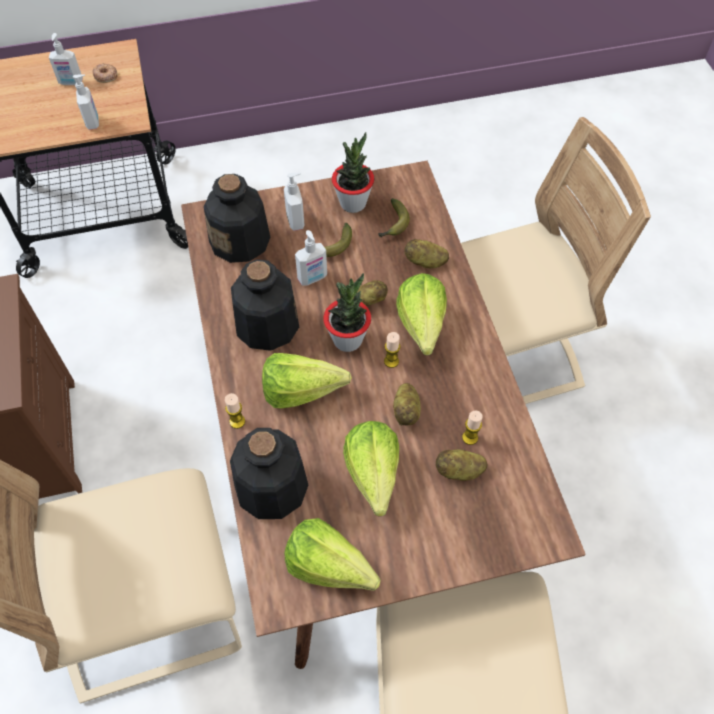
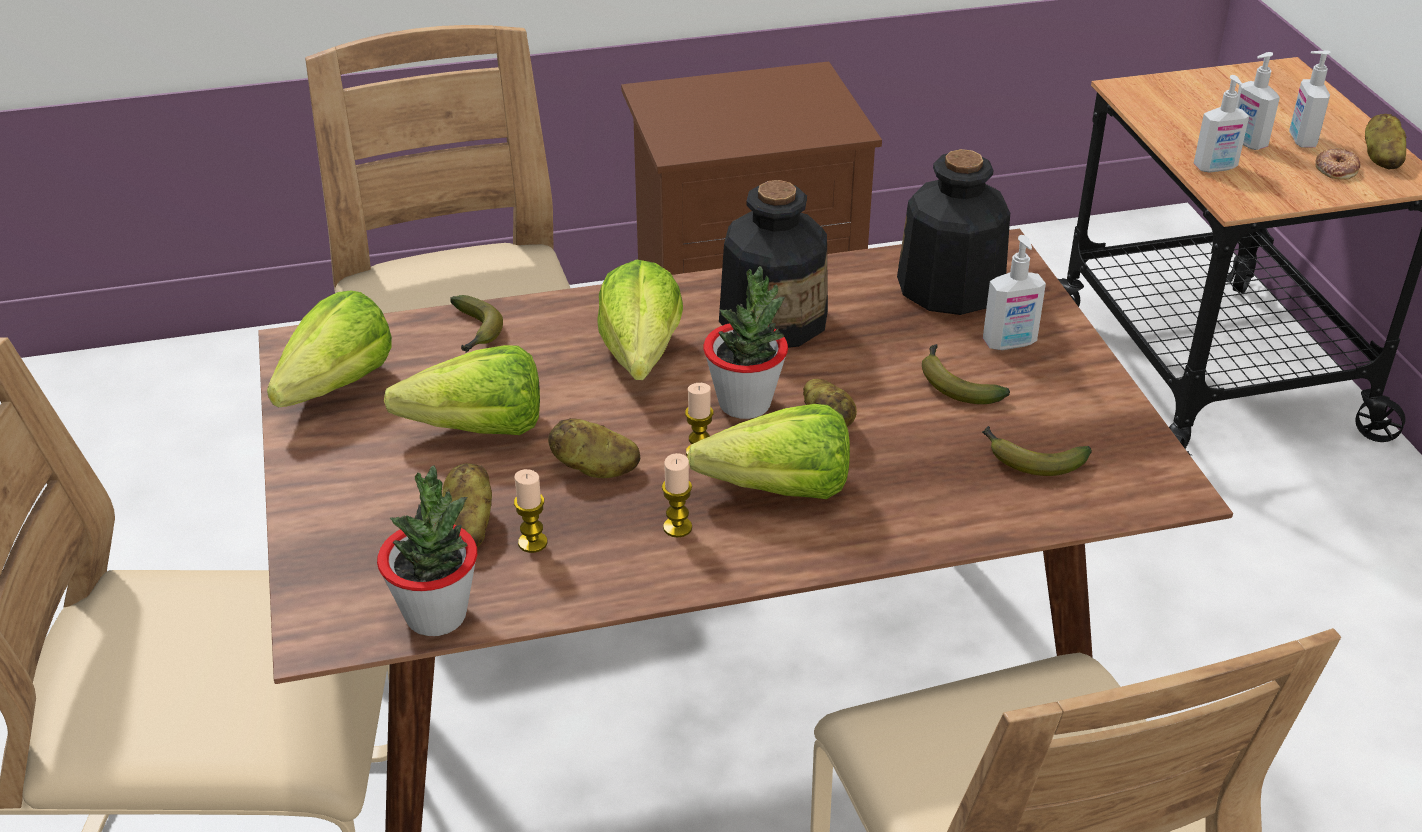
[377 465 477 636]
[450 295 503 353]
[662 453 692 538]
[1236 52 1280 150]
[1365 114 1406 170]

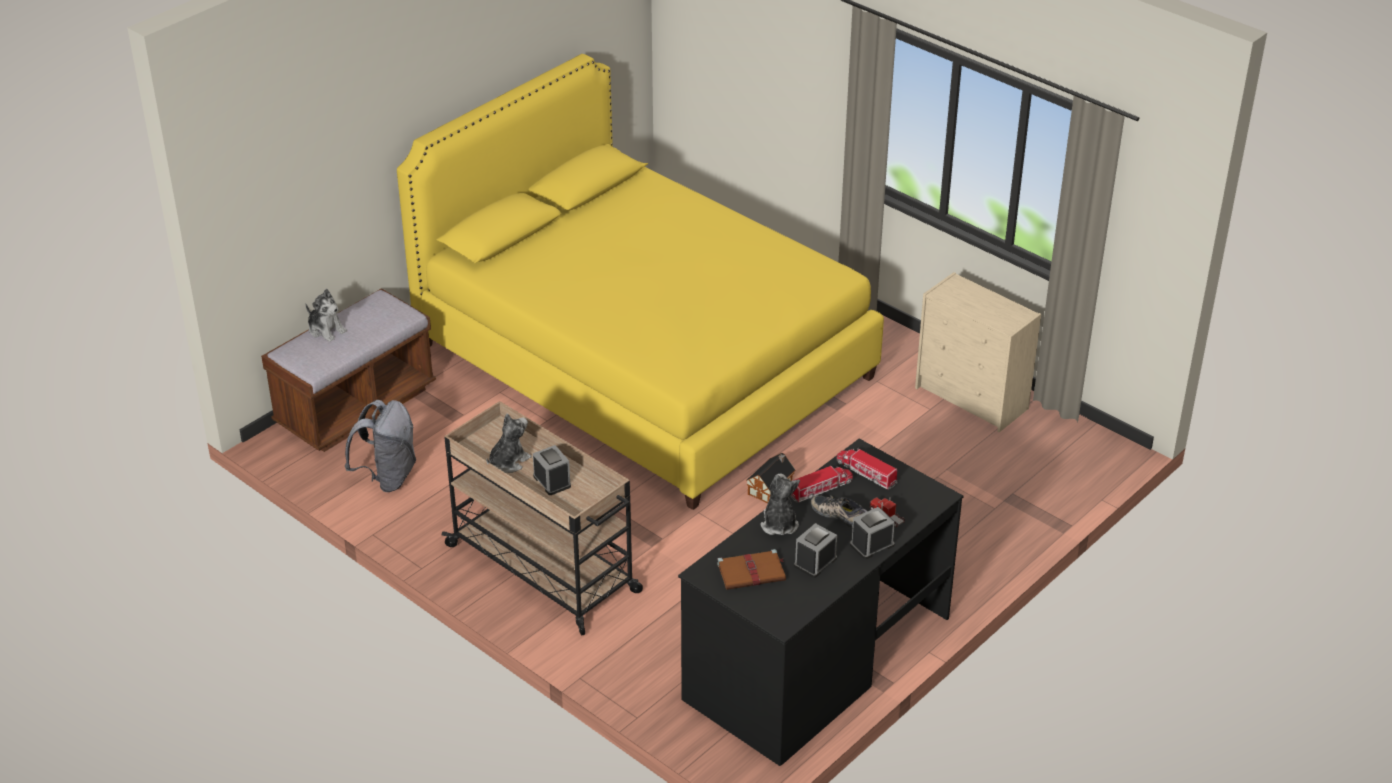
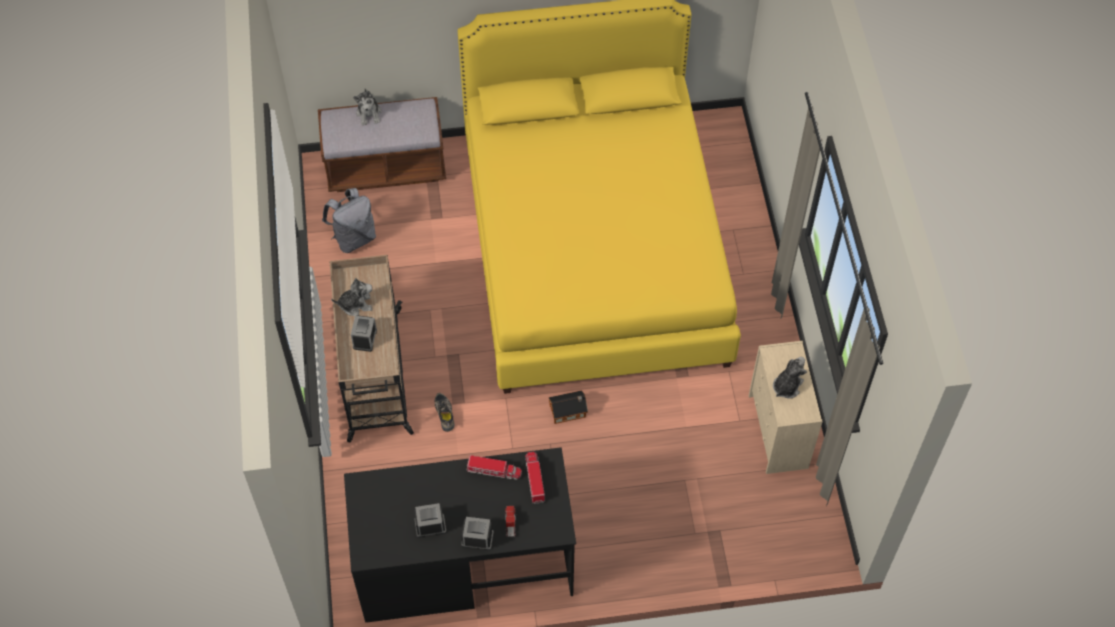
[435 393 454 432]
[773 357 807 399]
[717 549 786 590] (first image)

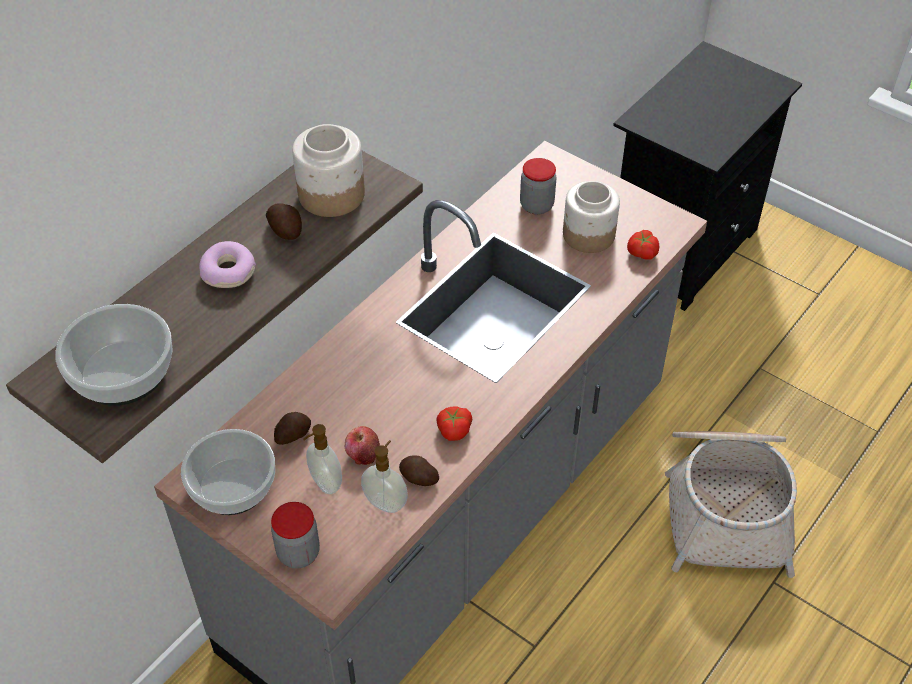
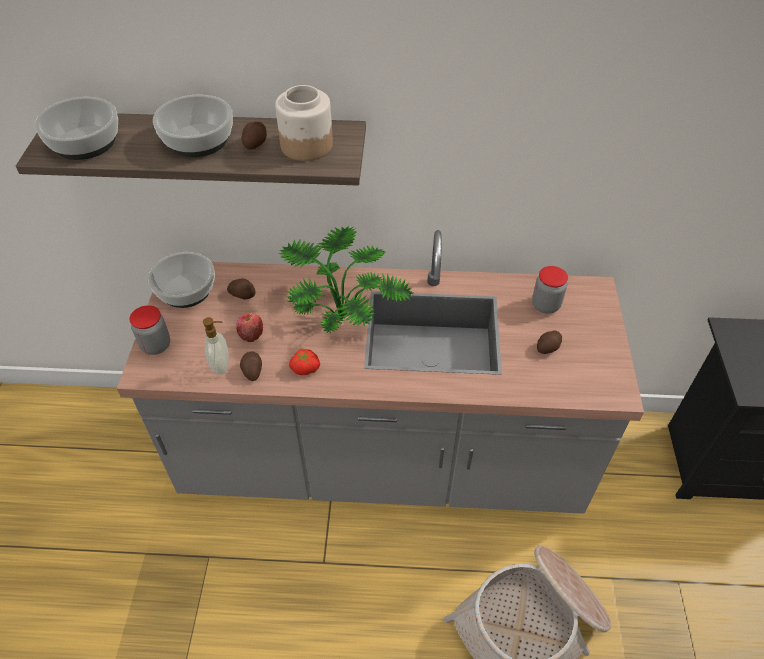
[153 95 233 157]
[279 226 413 334]
[537 330 562 354]
[303 424 342 494] (first image)
[627 230 659 260] (first image)

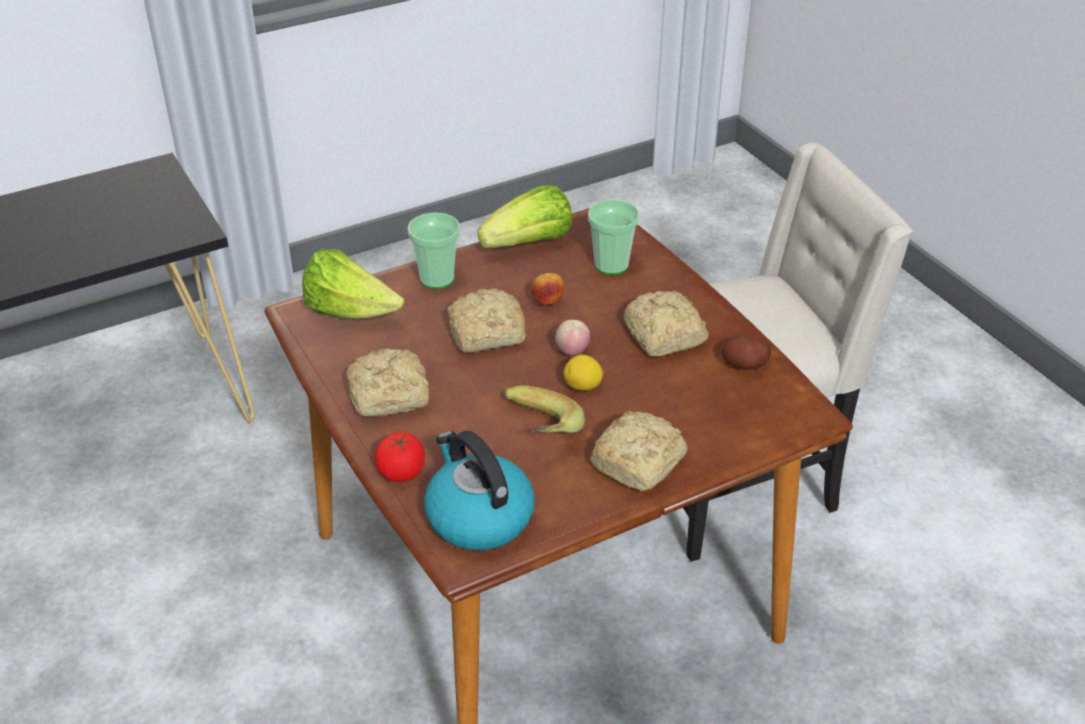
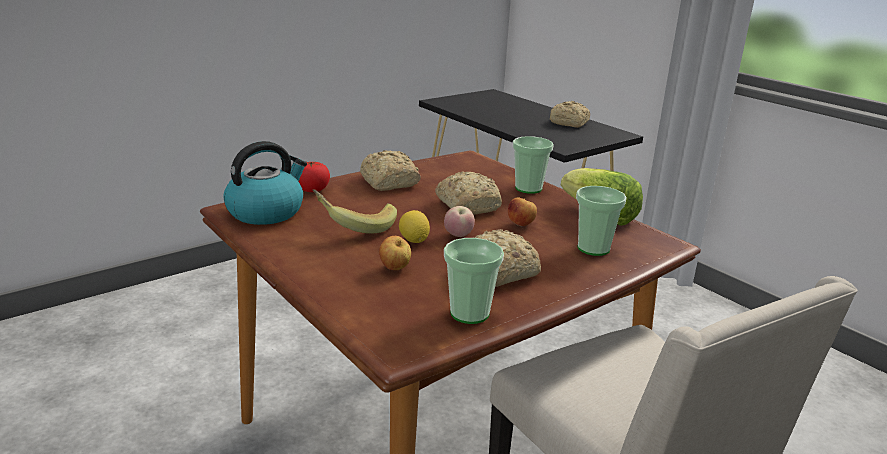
[379 236 411 270]
[444 238 504 324]
[550 101 590 128]
[302 249 404 319] (first image)

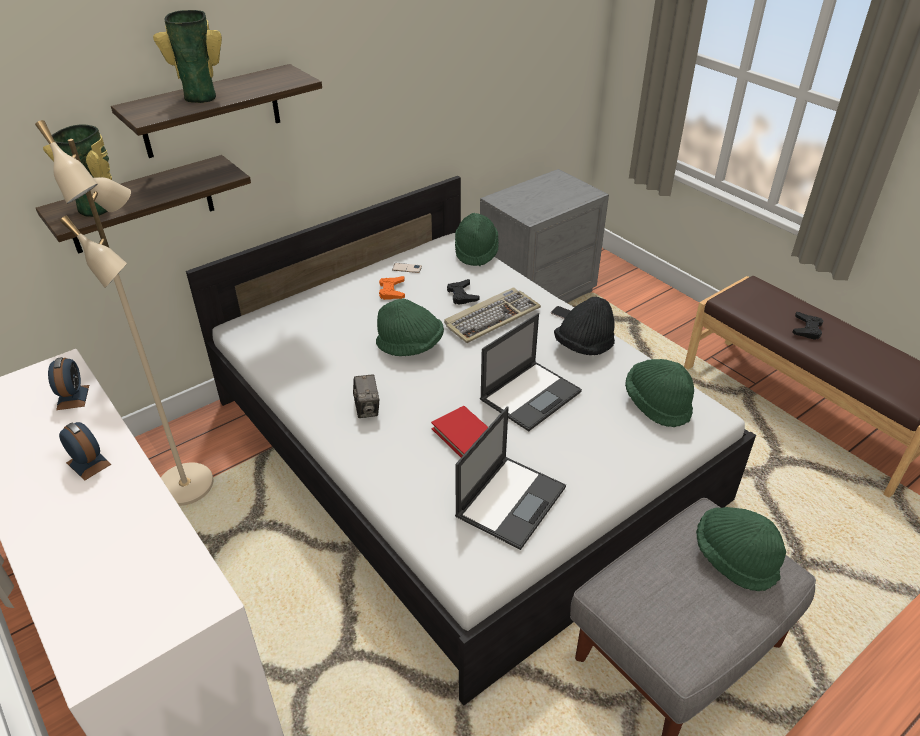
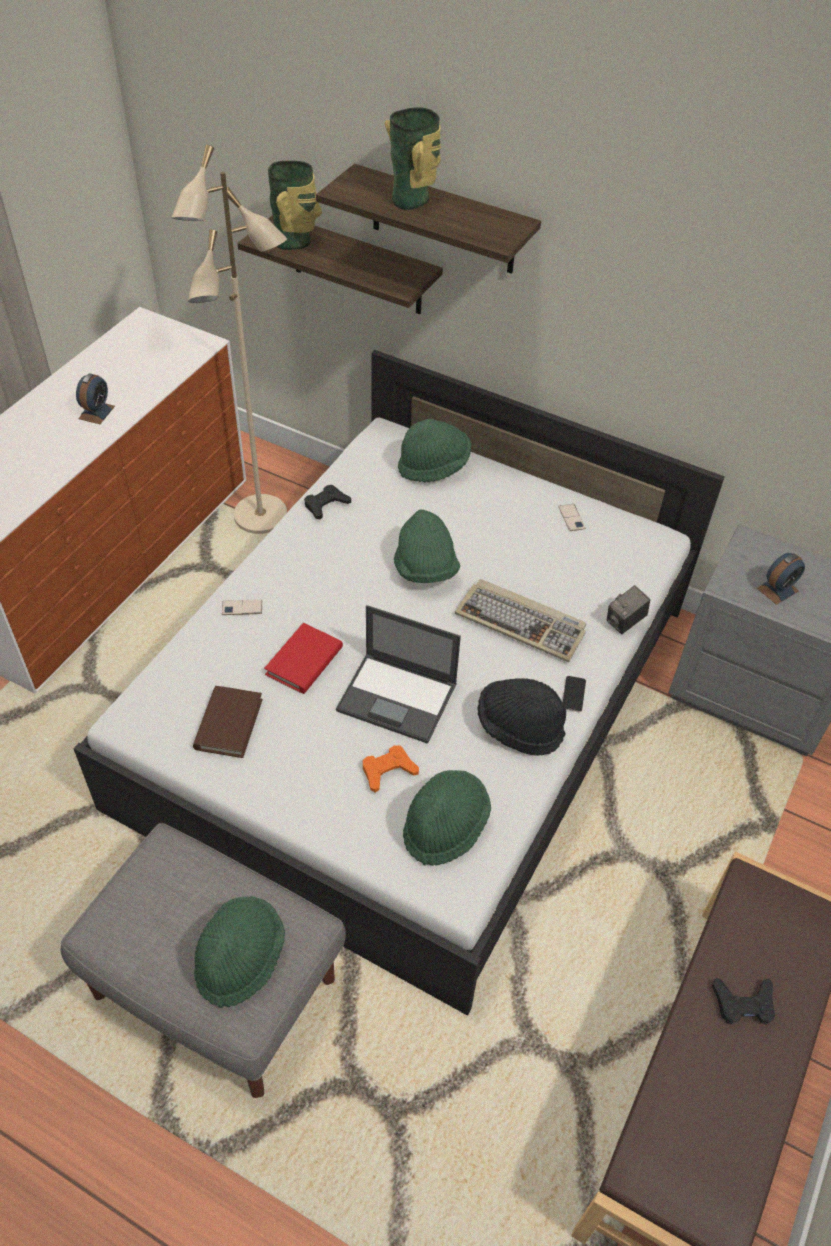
[193 686 263 758]
[222 599 262 615]
[304 485 351 520]
[363 745 419 793]
[398 419 471 482]
[607 585 650 634]
[757 553 805 605]

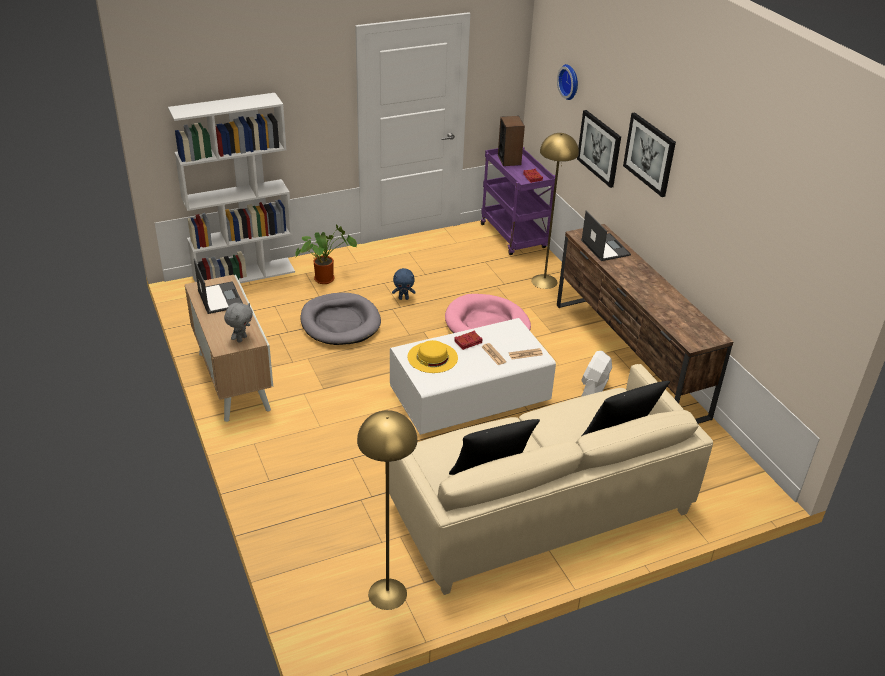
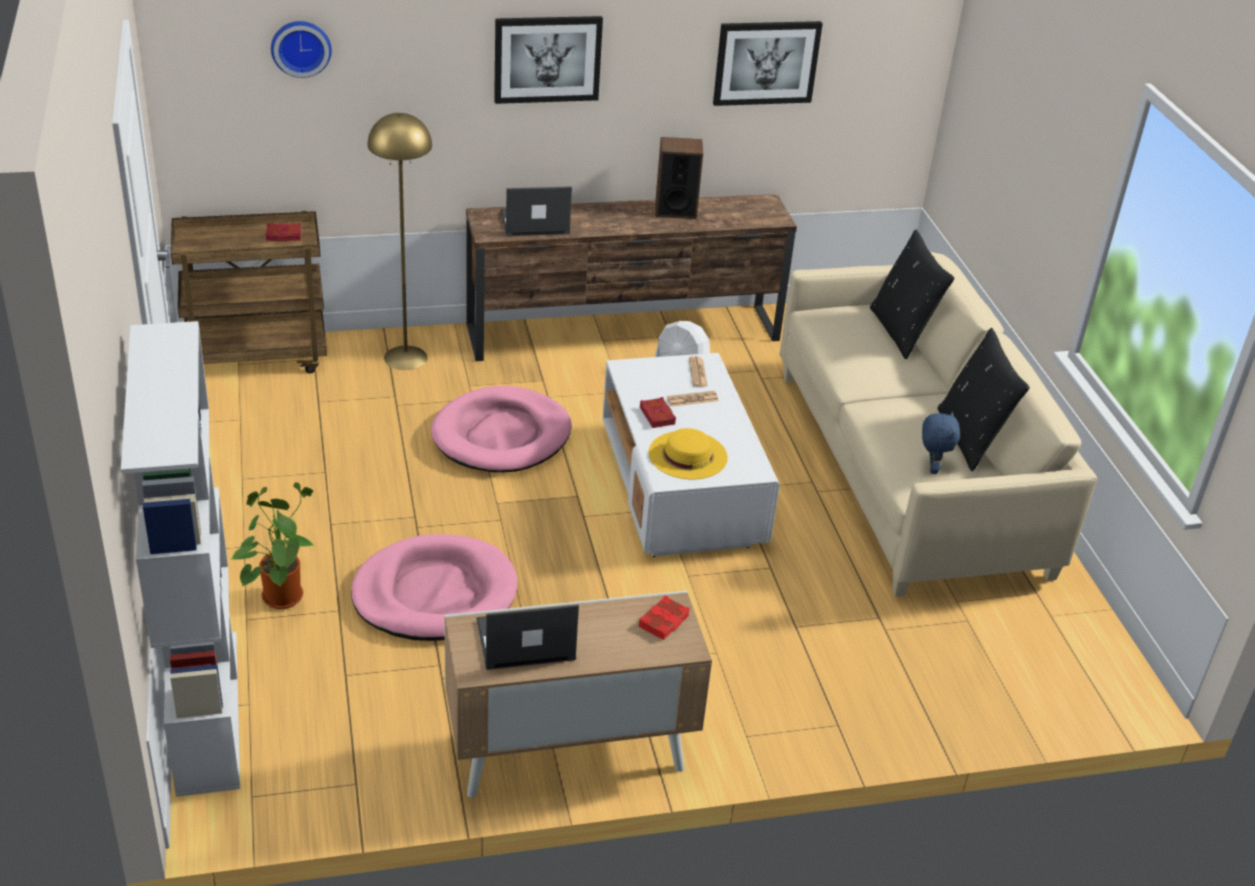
[171 211 327 374]
[351 534 518 641]
[639 595 690 640]
[655 137 703 219]
[713 21 823 106]
[922 411 960 474]
[357 410 417 610] (first image)

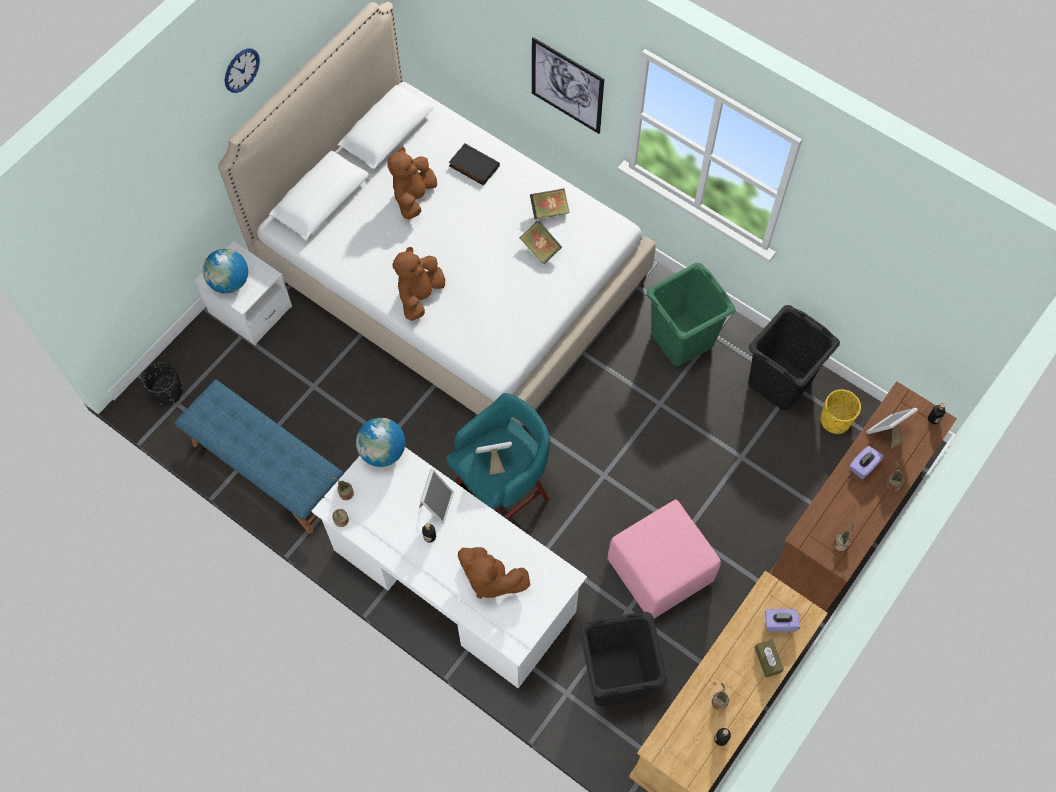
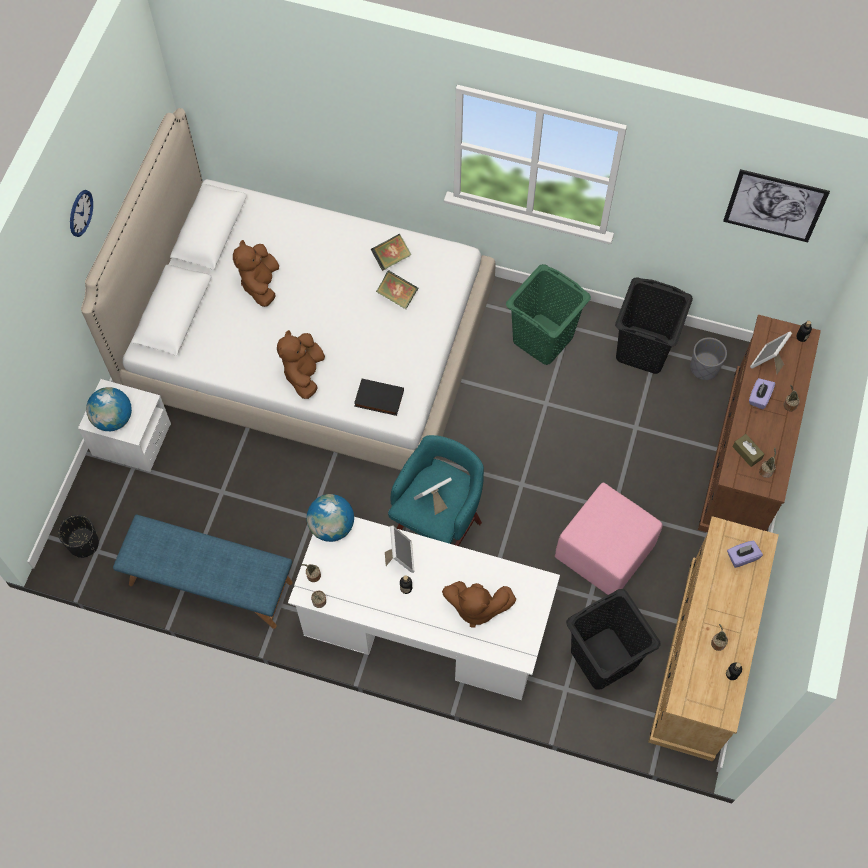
[354 379 404 416]
[690 338 727 380]
[723 169 830 242]
[733 434 764 467]

